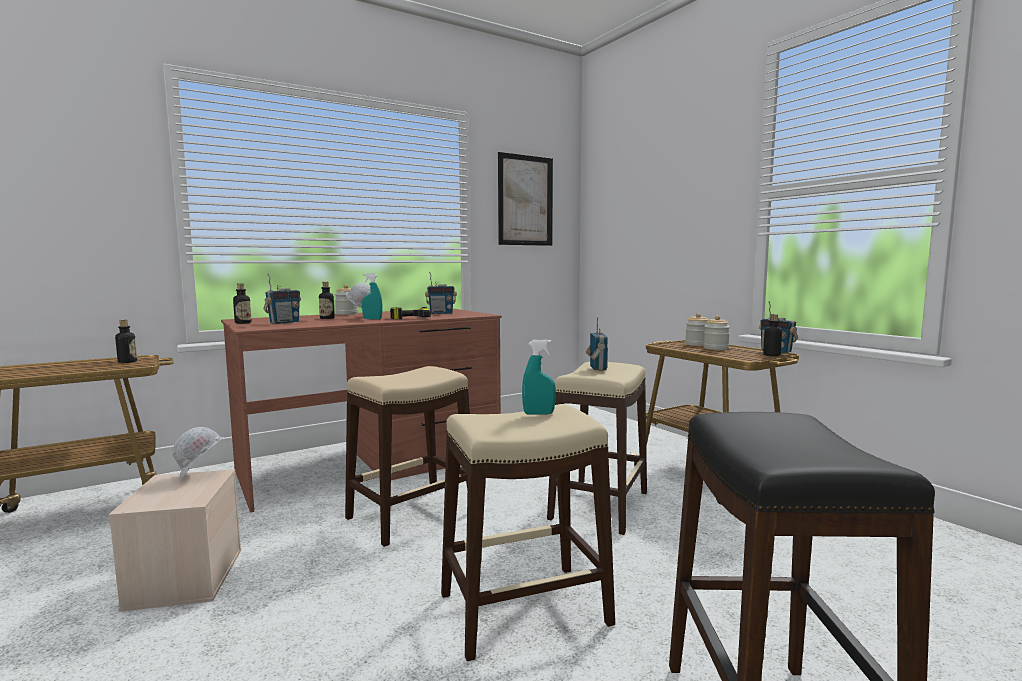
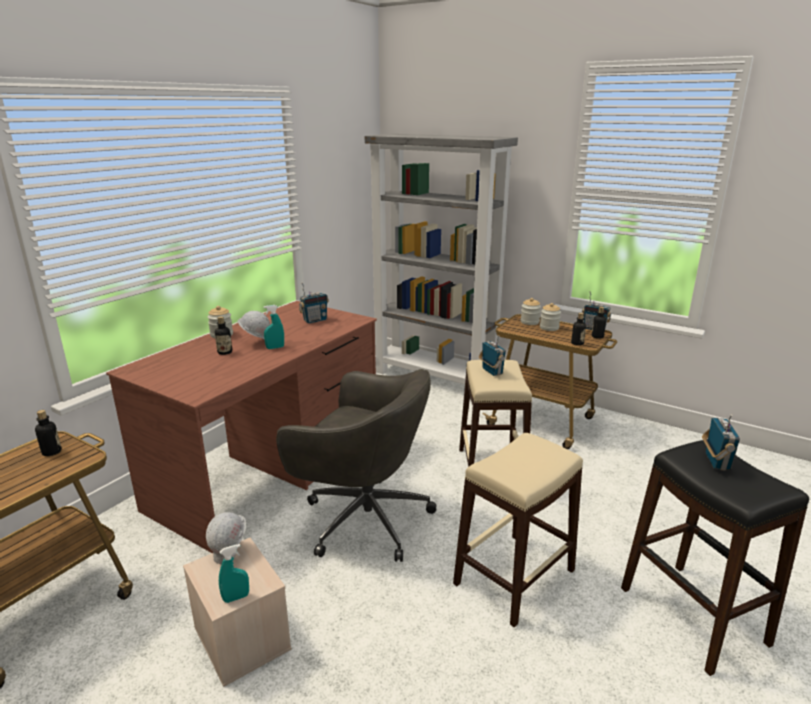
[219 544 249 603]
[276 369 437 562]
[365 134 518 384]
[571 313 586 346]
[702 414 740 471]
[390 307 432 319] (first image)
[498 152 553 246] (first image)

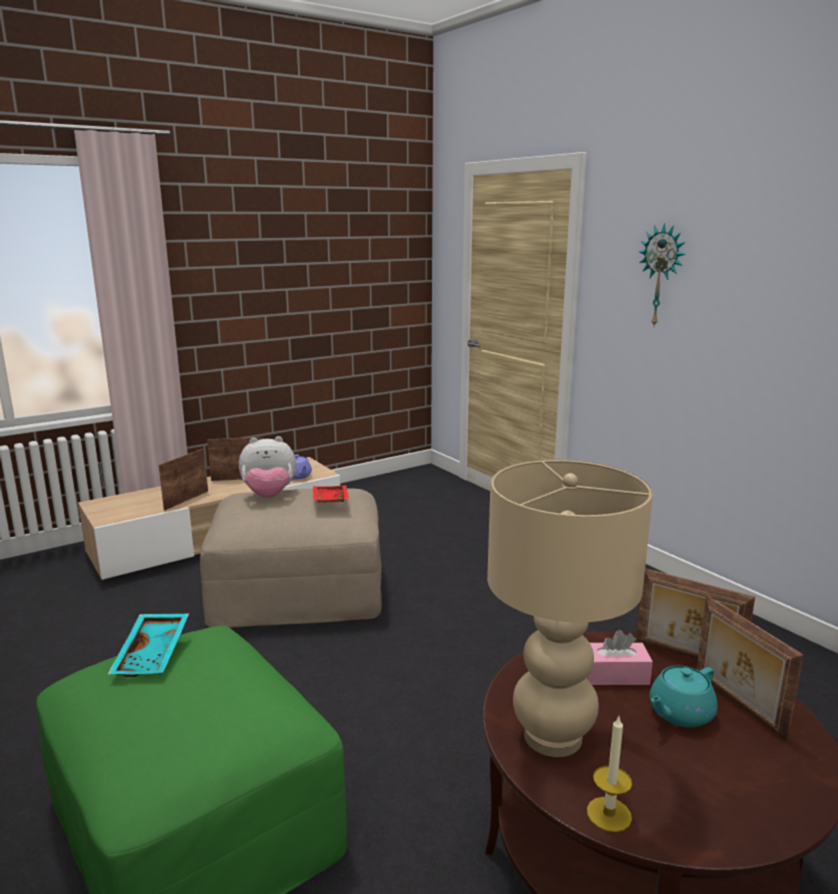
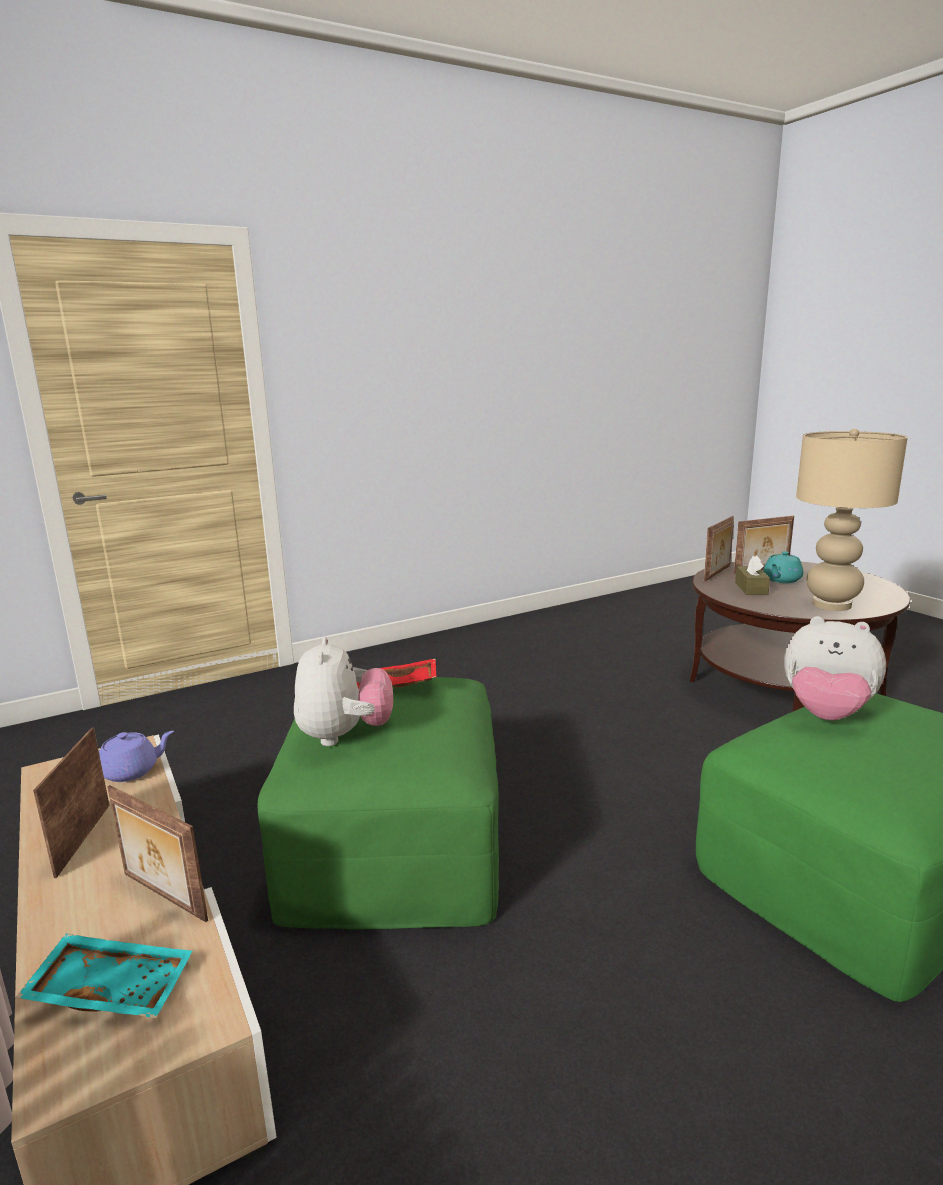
[16 934 192 1018]
[258 677 499 930]
[735 555 770 595]
[763 551 804 583]
[784 616 886 720]
[587 717 632 832] (first image)
[639 223 686 326] (first image)

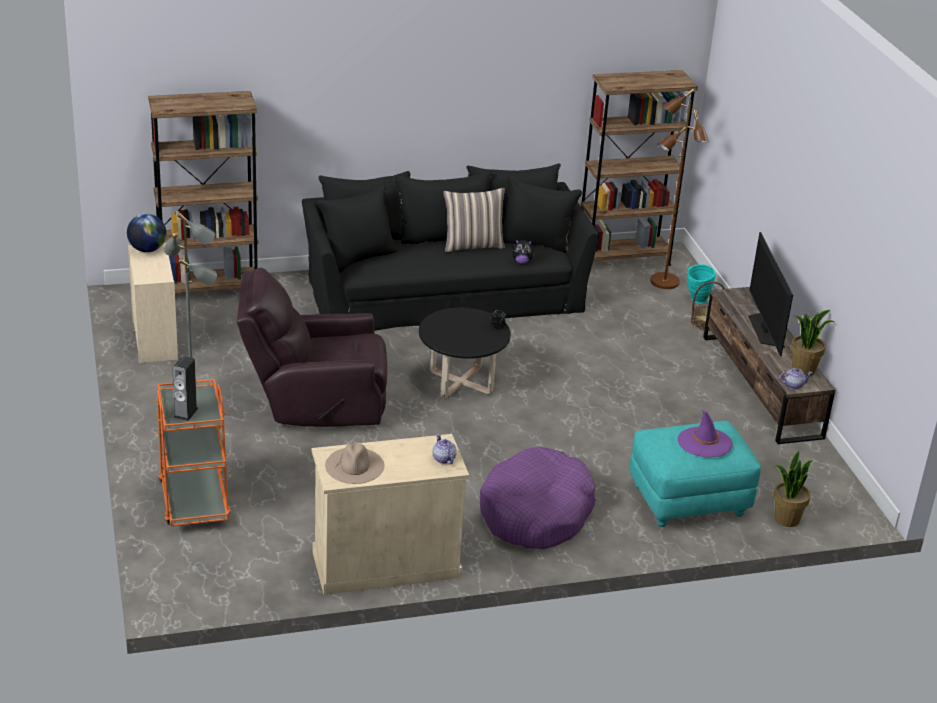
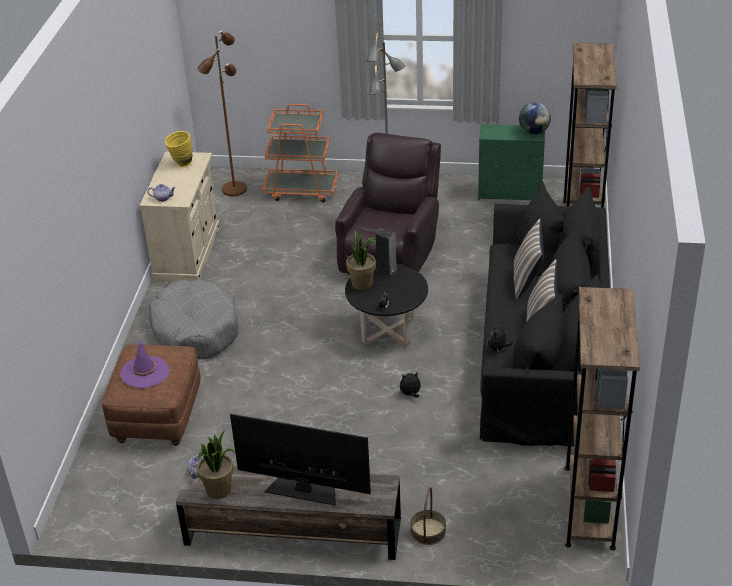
[102 344 201 446]
[149 279 239 359]
[165 131 193 168]
[198 30 247 196]
[346 230 376 290]
[376 228 398 278]
[400 371 421 398]
[478 124 545 200]
[514 219 544 300]
[687 264 715 304] (first image)

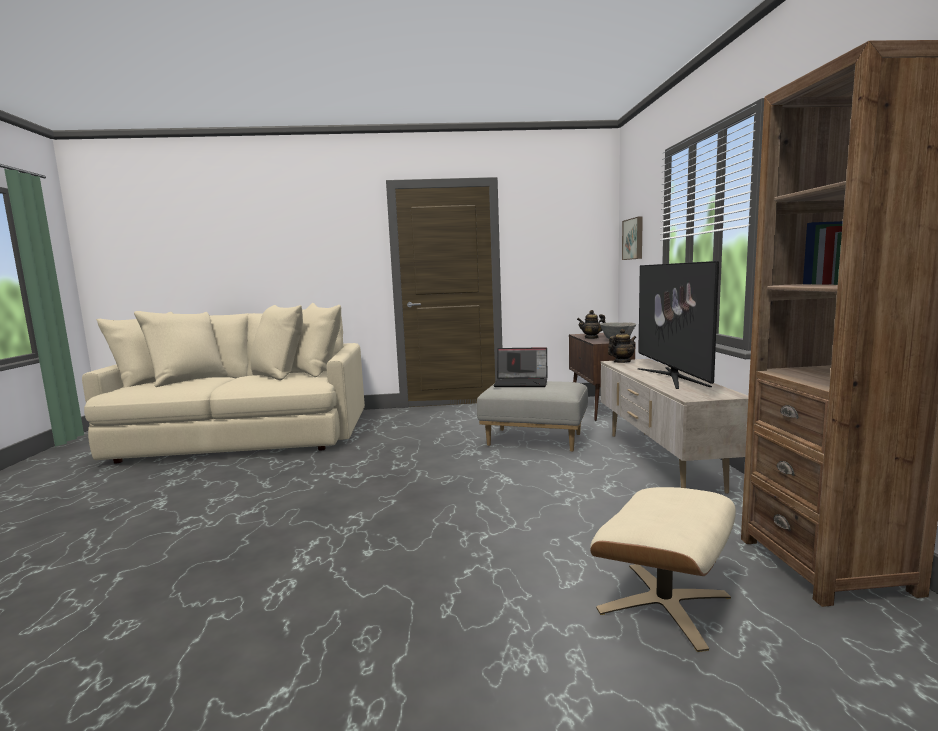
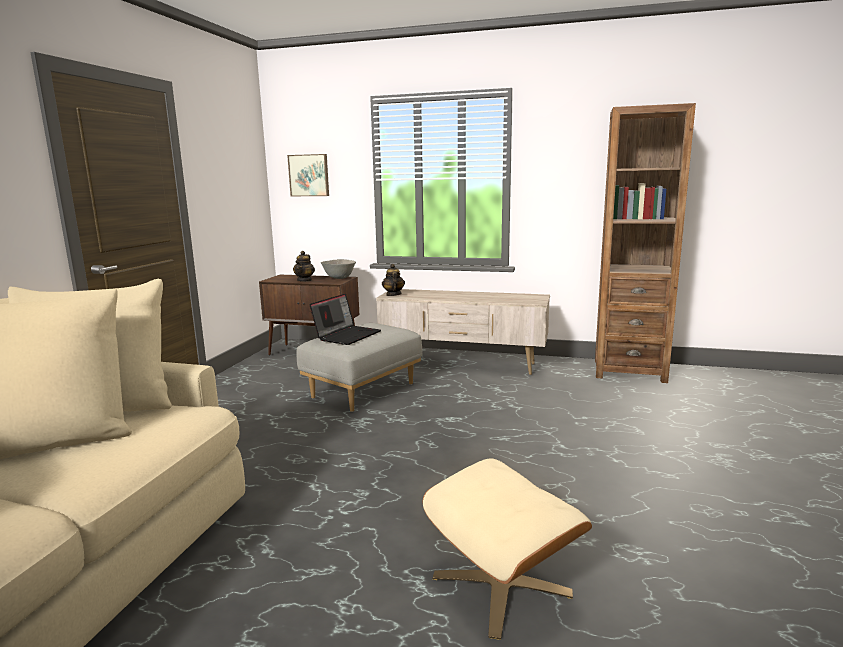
[423 458 592 640]
[638 261 719 389] (first image)

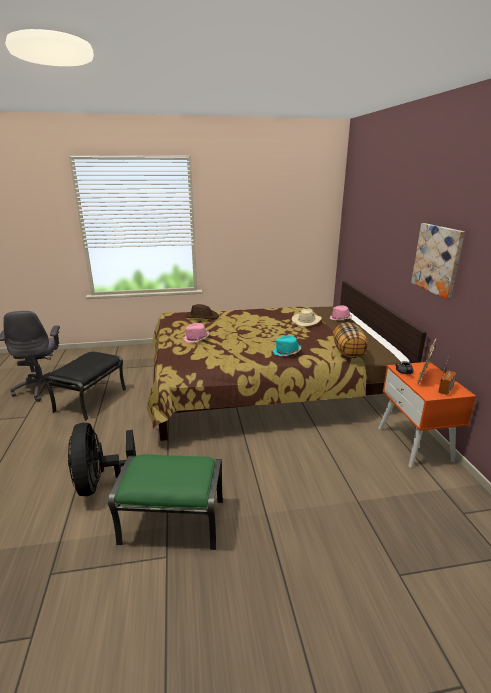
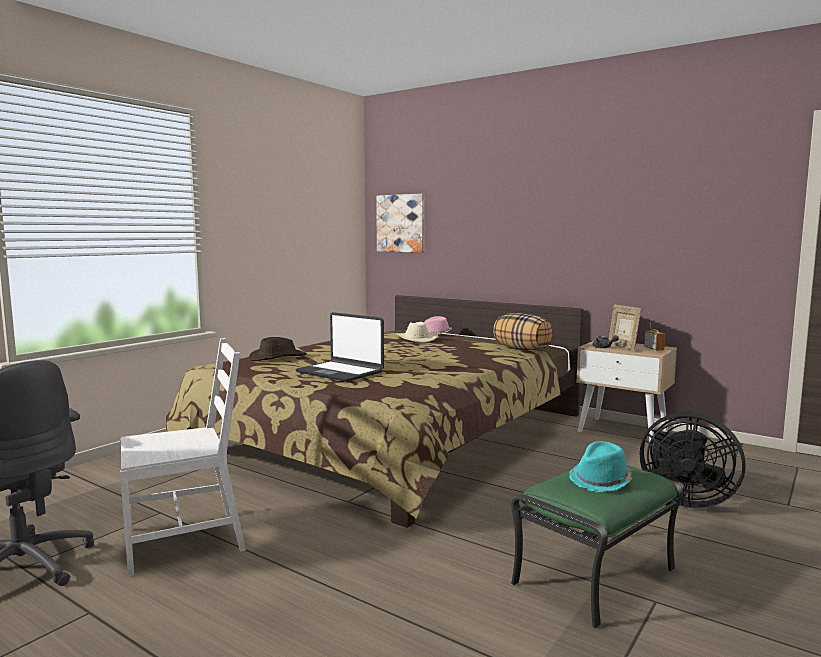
[120 338 246 576]
[295 312 384 382]
[376 194 424 253]
[569 441 632 492]
[576 341 677 442]
[640 412 746 508]

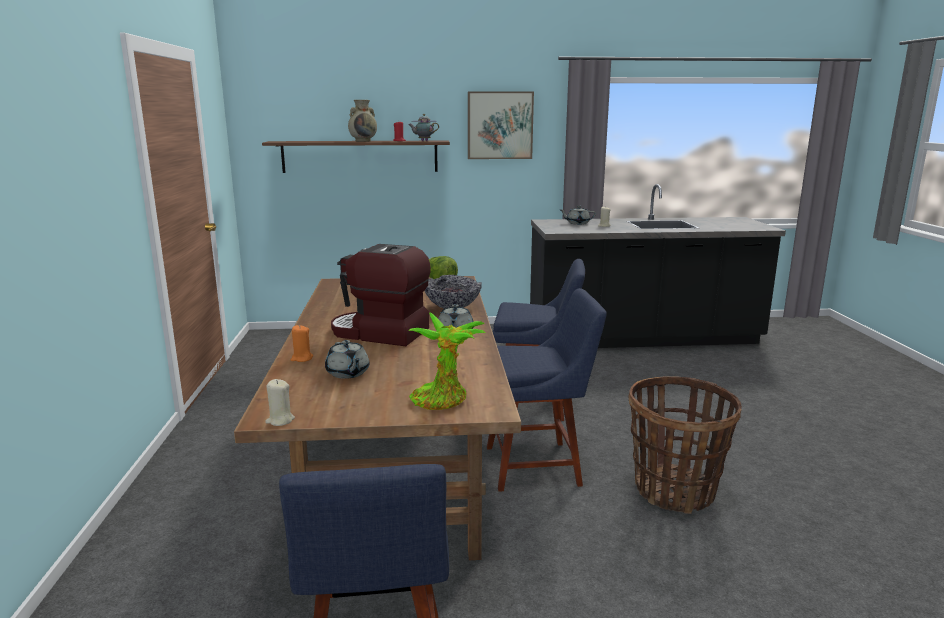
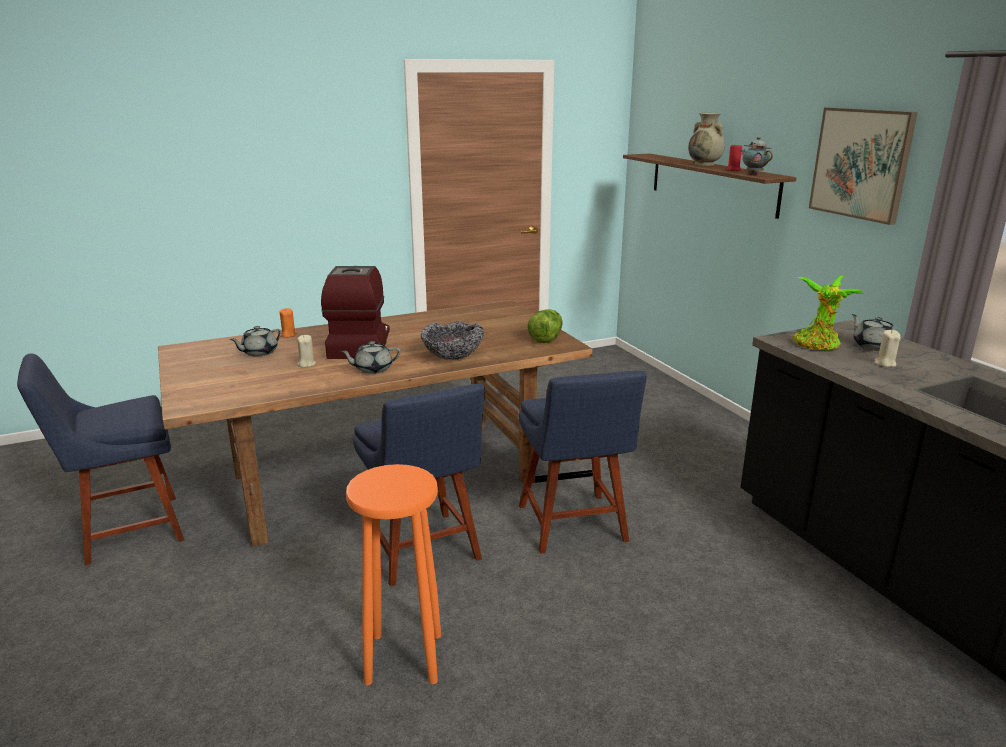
[297 335 316 367]
[346 464 441 685]
[792 276 864 350]

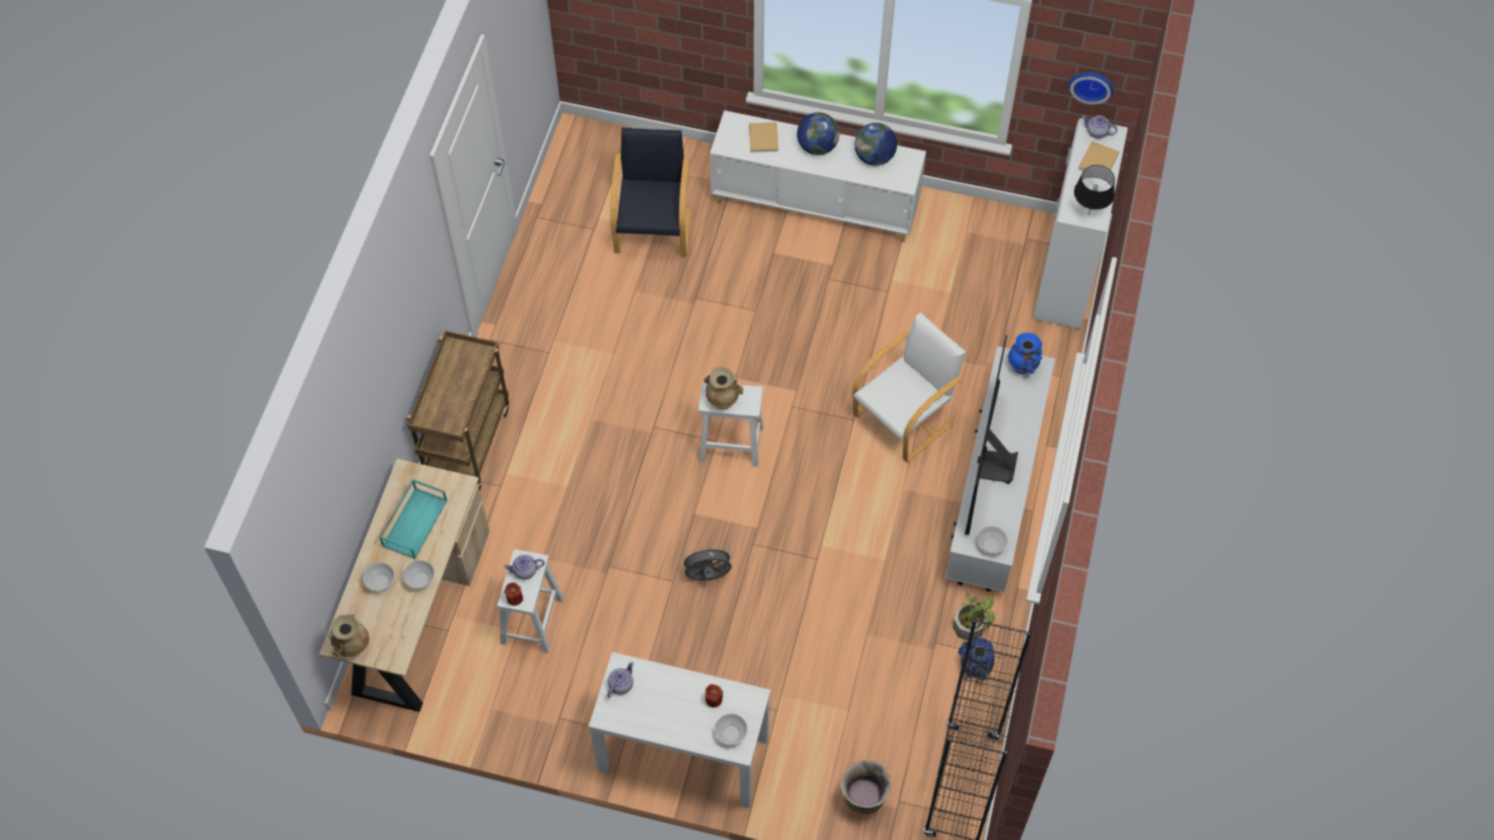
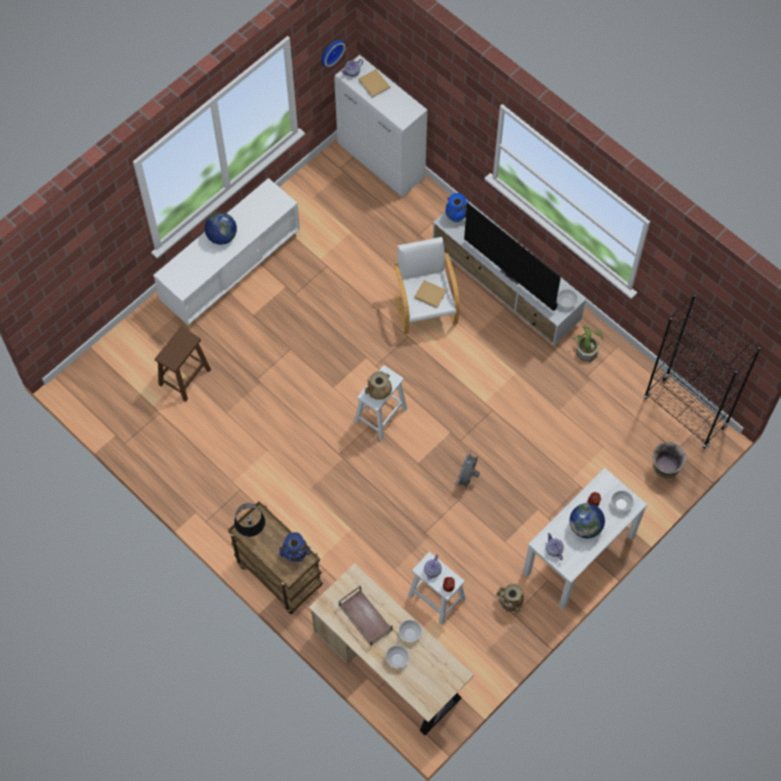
[155 327 211 402]
[234 503 265 537]
[279 532 311 562]
[339 586 393 646]
[414 280 447 308]
[496 584 524 613]
[570 503 605 538]

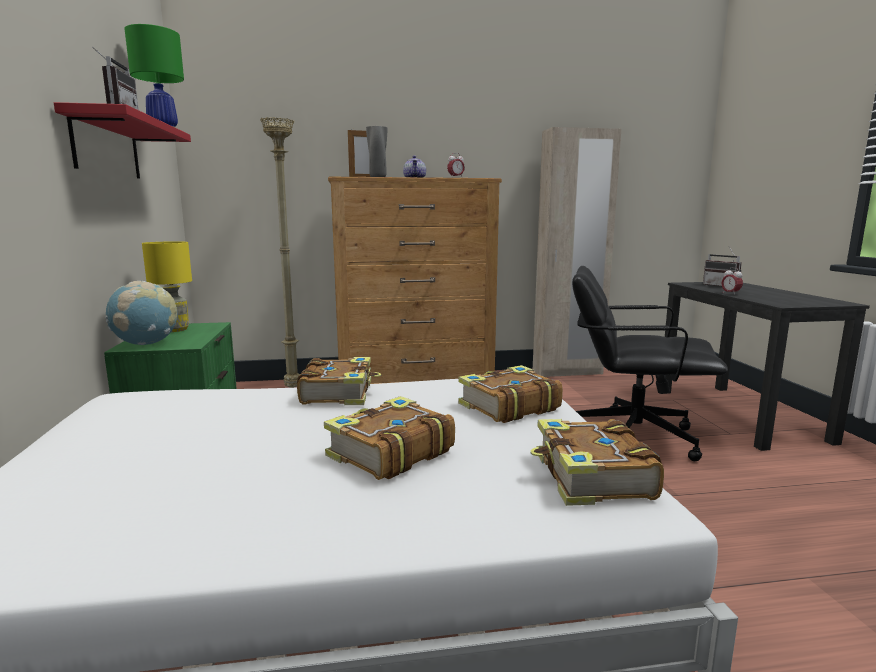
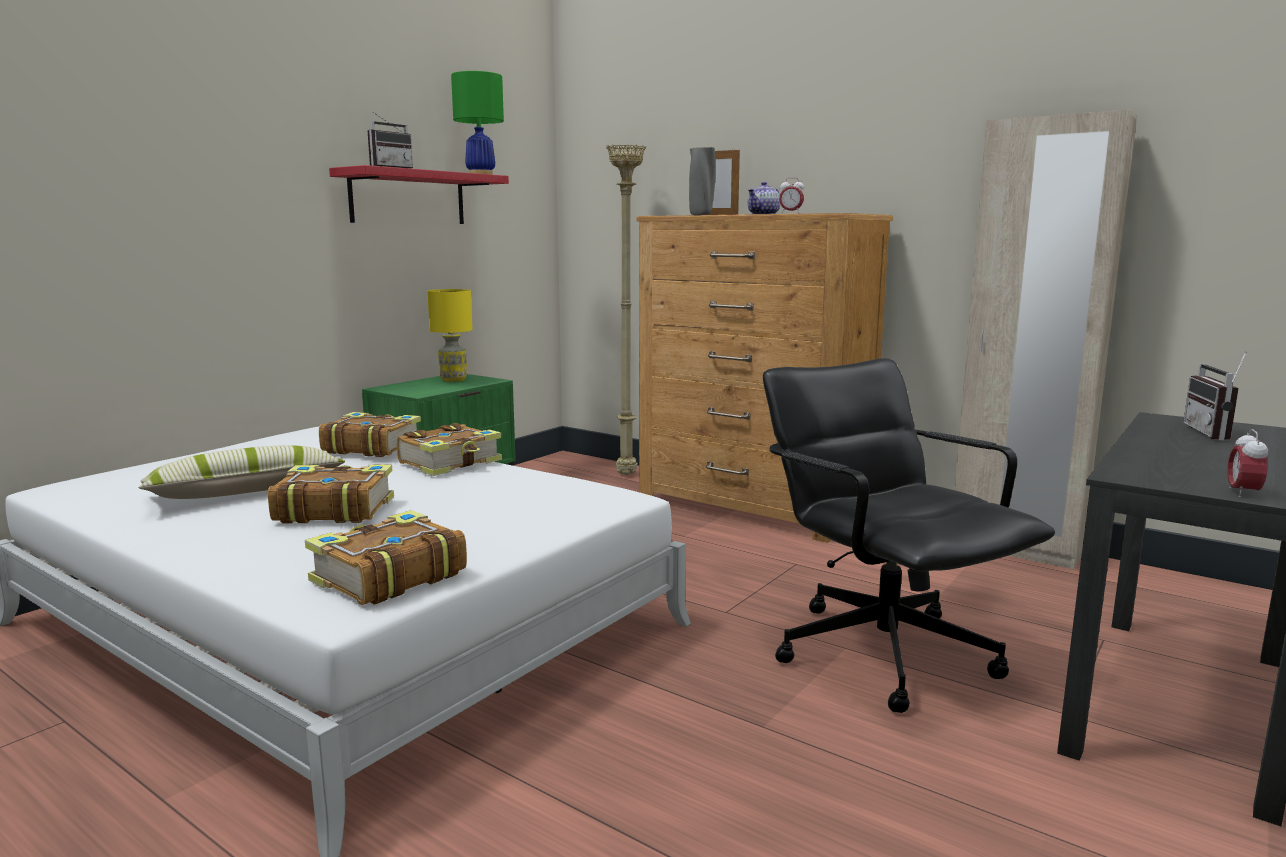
[139 445 345 499]
[319 412 421 457]
[1227 429 1268 497]
[105 281 177 345] (first image)

